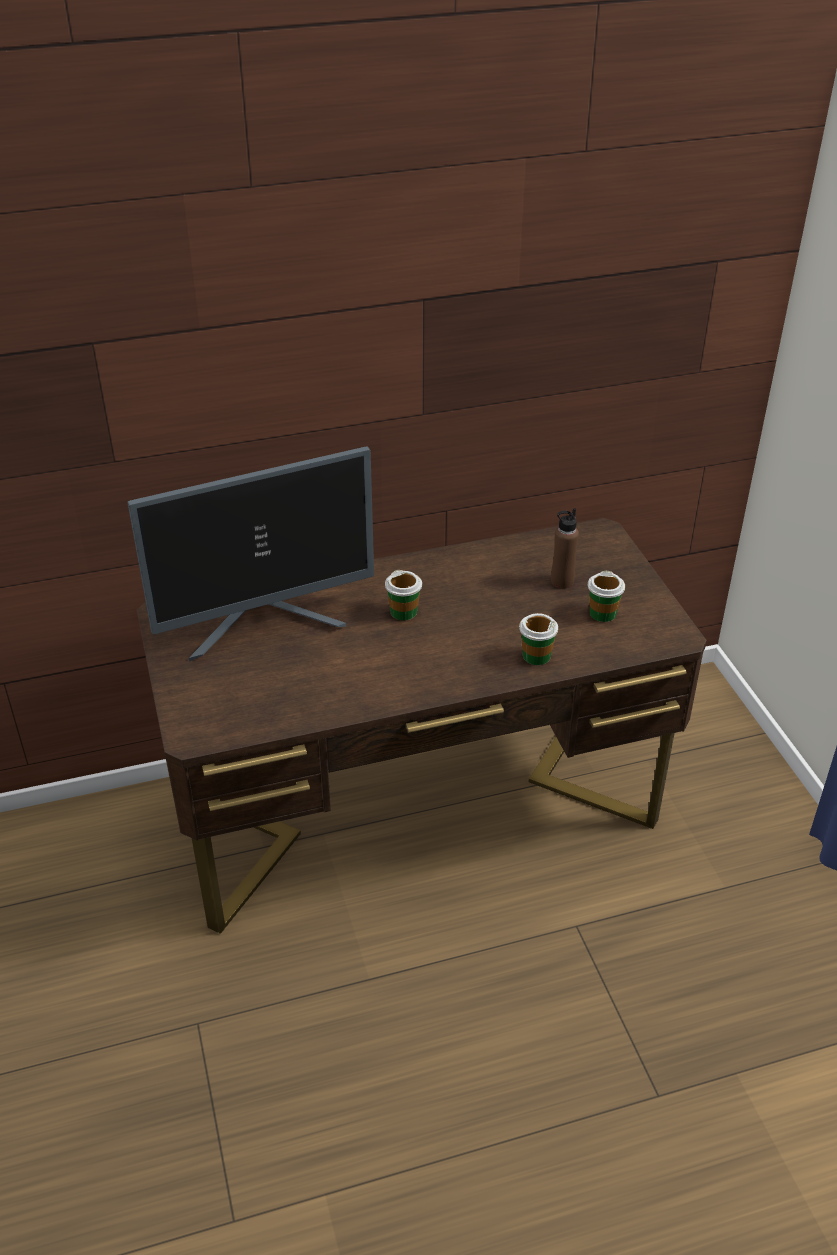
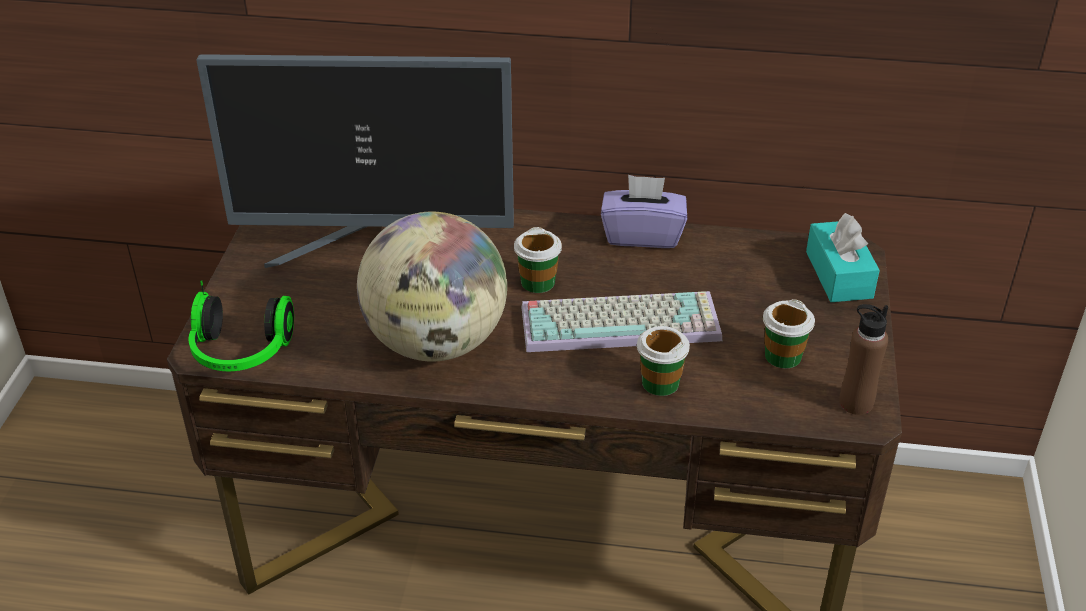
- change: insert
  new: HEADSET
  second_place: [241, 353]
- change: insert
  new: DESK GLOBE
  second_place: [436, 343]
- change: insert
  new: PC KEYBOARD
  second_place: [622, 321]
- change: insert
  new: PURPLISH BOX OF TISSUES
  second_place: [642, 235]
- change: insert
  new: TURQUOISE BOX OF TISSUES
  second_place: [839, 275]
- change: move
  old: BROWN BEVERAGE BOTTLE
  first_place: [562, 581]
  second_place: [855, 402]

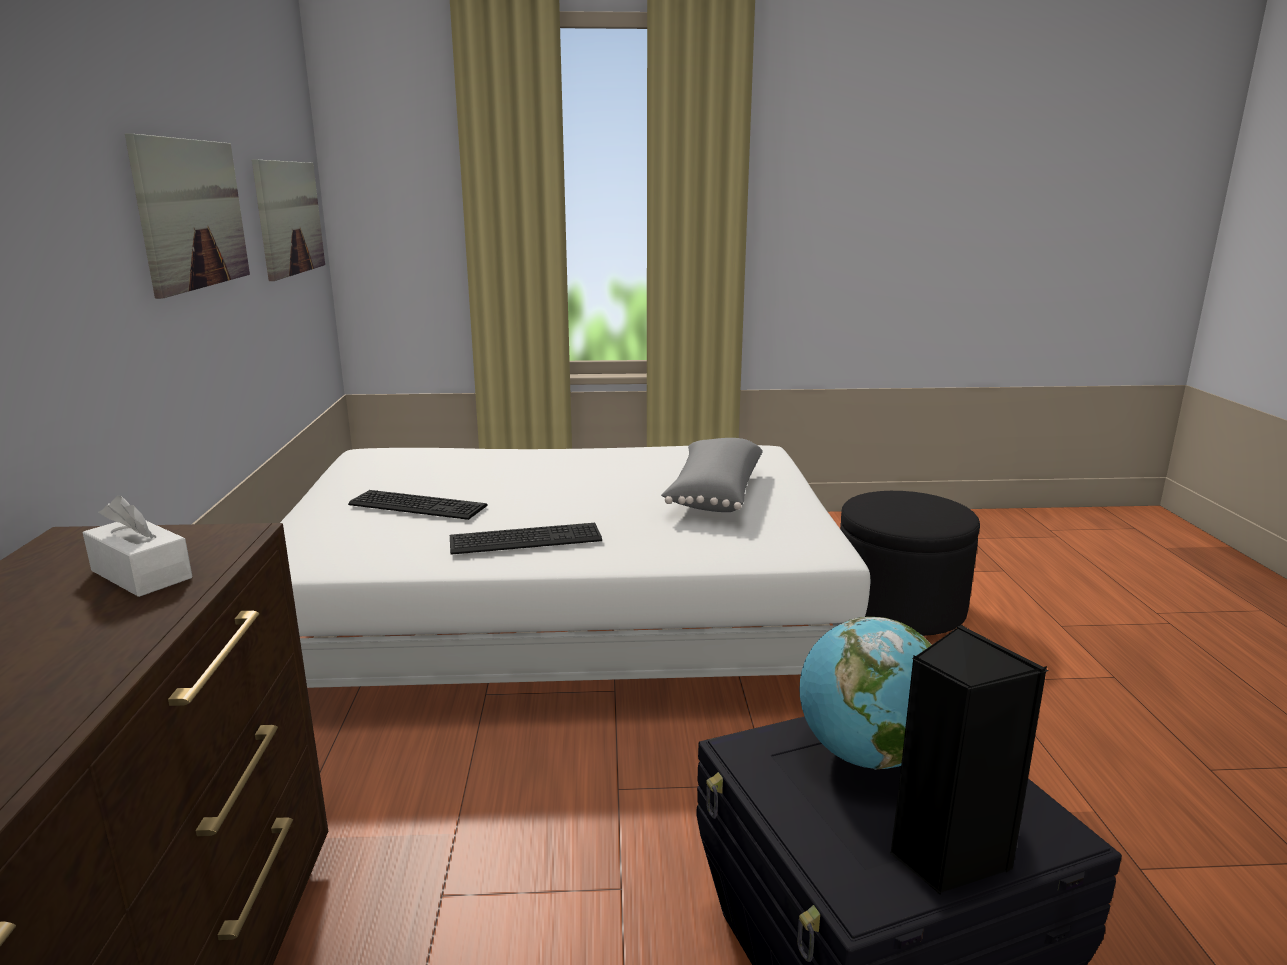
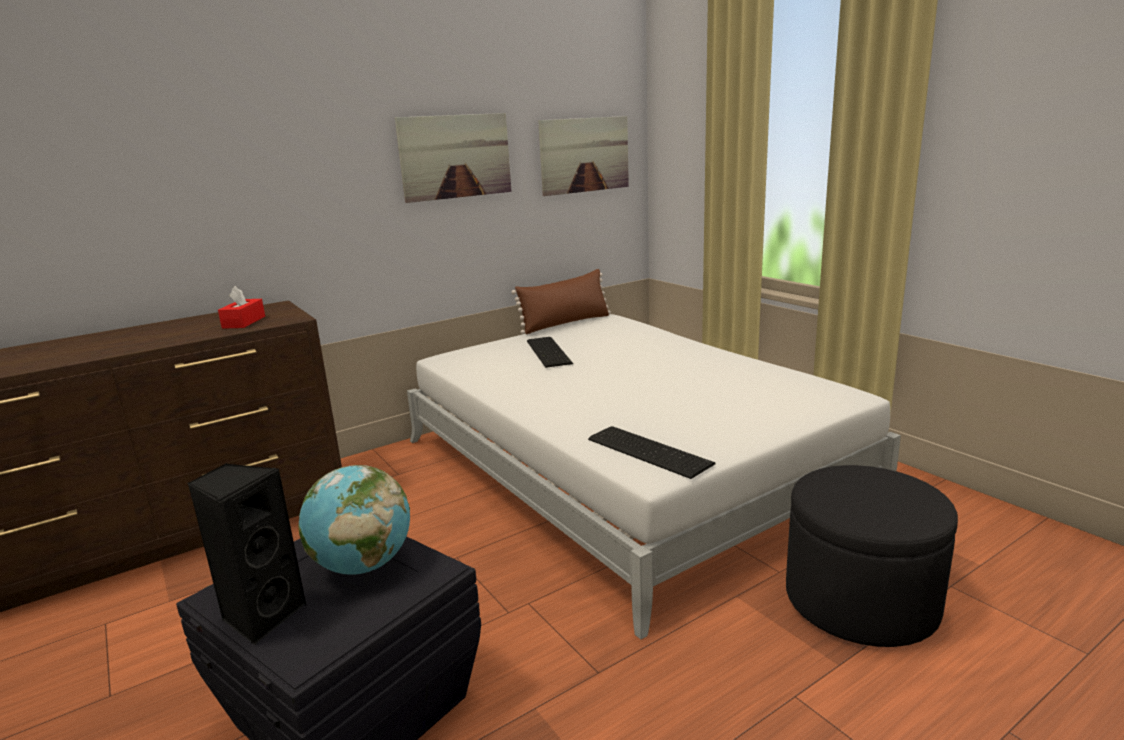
- change: delete
  old: GREYISH THROW PILLOW
  first_place: [713, 494]
- change: insert
  new: BROWN THROW PILLOW
  second_place: [565, 323]
- change: move
  old: PC KEYBOARD
  first_place: [523, 538]
  second_place: [649, 450]
- change: recolor
  old: WHITISH BOX OF TISSUES
  new: RED-COLOURED BOX OF TISSUES
  first_place: [141, 574]
  second_place: [244, 322]

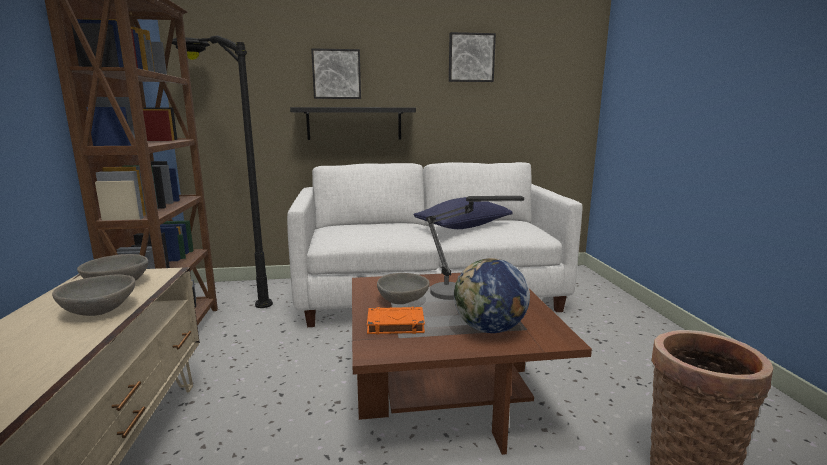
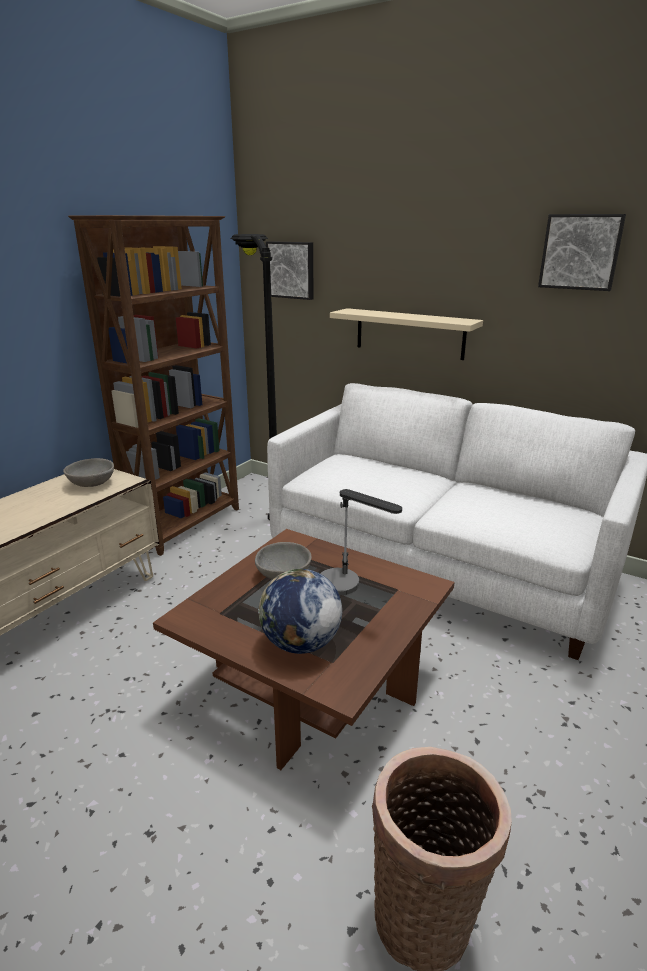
- change: delete
  old: GREYISH SERVING BOWL
  first_place: [99, 311]
- change: delete
  old: ORANGE VOLUME
  first_place: [395, 324]
- change: delete
  old: BLUE-COLOURED THROW PILLOW
  first_place: [463, 227]
- change: move
  old: WALL ART
  first_place: [336, 74]
  second_place: [291, 270]
- change: recolor
  old: BLACK WALL SHELF
  new: SAND-COLOURED WALL SHELF
  first_place: [354, 123]
  second_place: [409, 333]

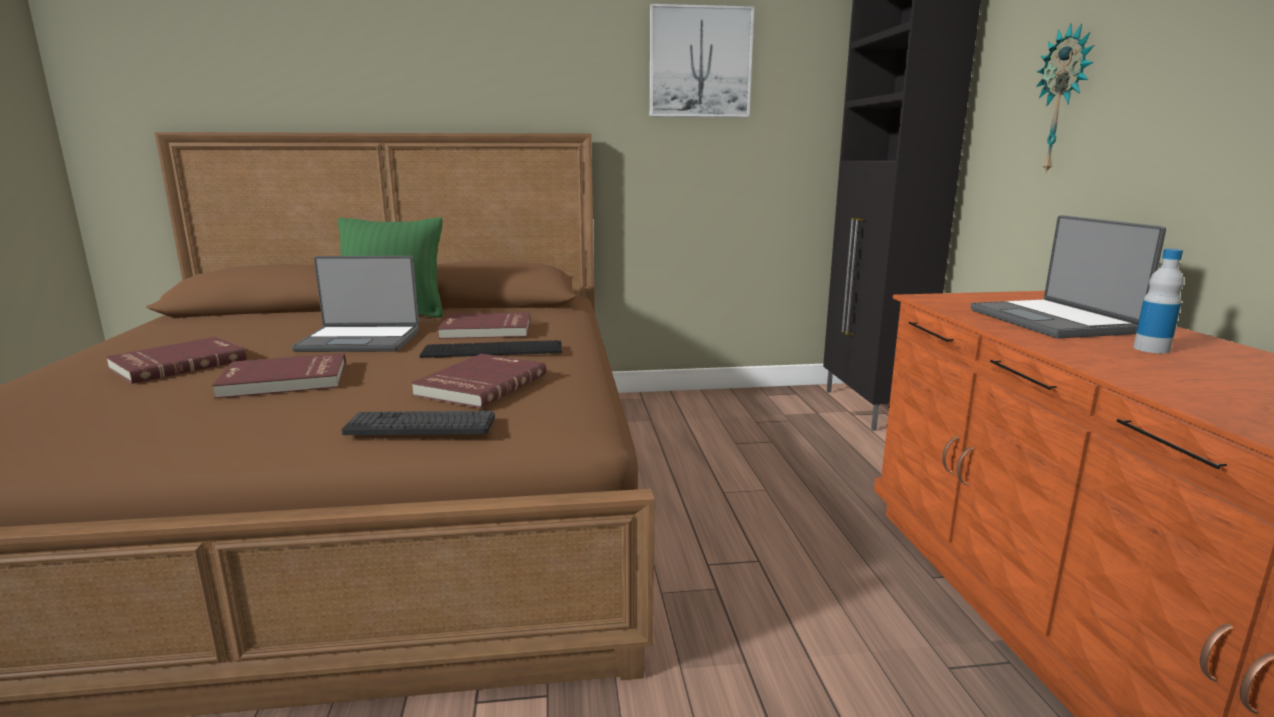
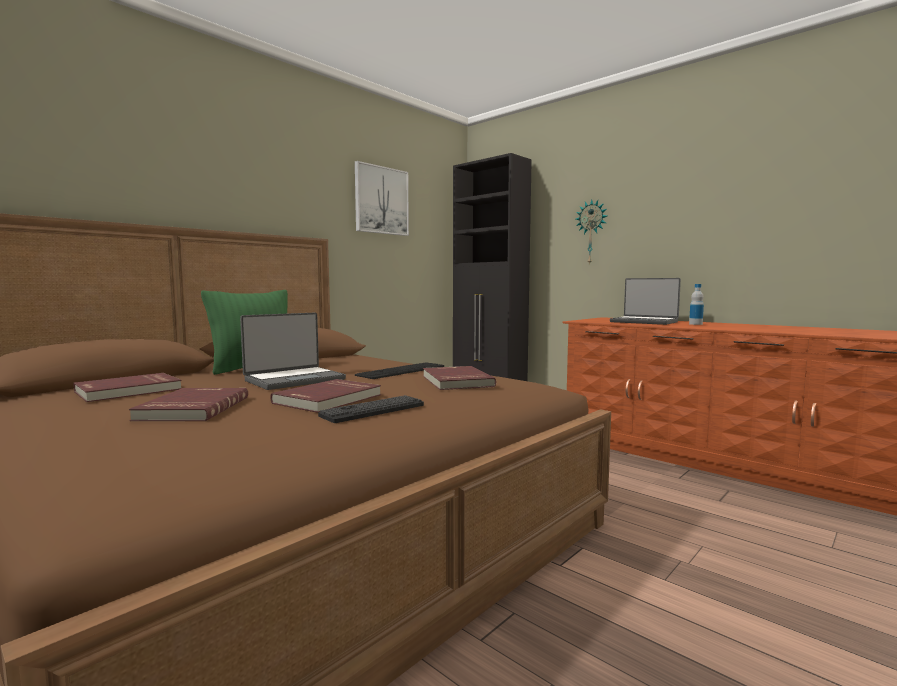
- change: move
  old: PC KEYBOARD
  first_place: [420, 425]
  second_place: [373, 410]
- change: move
  old: RED-COLOURED VOLUME
  first_place: [486, 330]
  second_place: [129, 391]

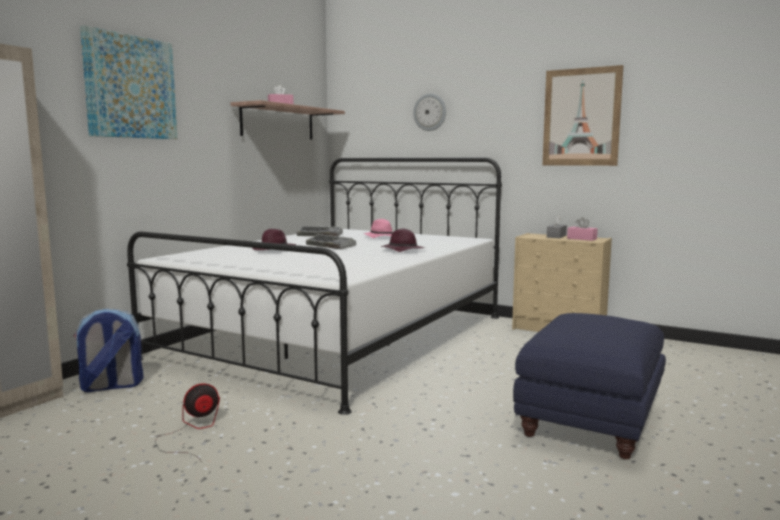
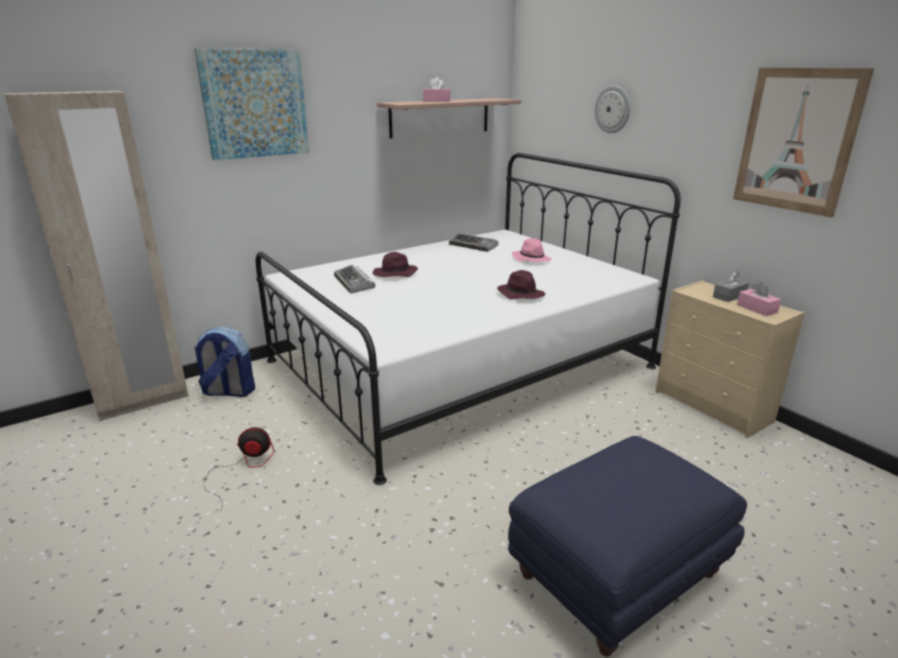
- change: move
  old: PC KEYBOARD
  first_place: [331, 246]
  second_place: [354, 283]

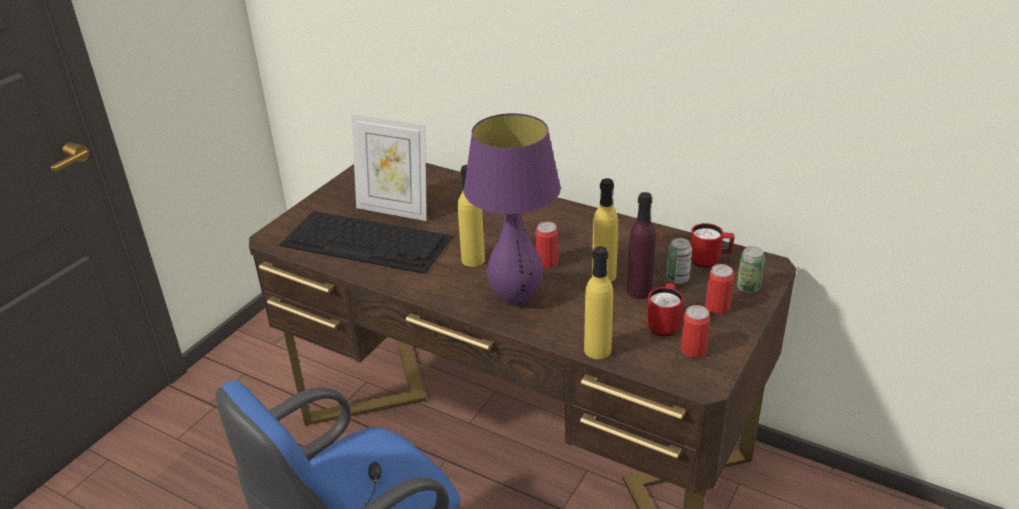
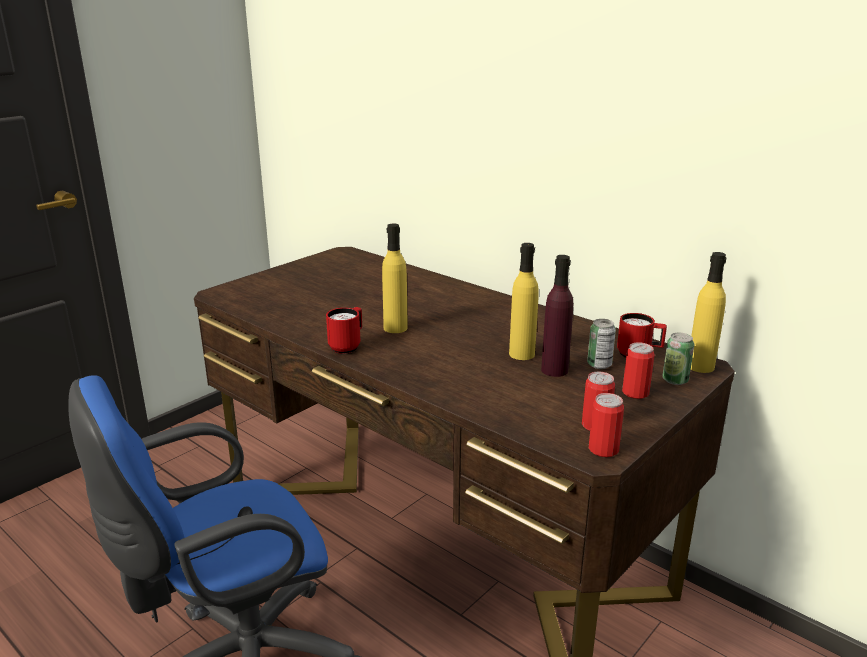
- change: delete
  old: PC KEYBOARD
  first_place: [367, 241]
- change: delete
  old: STANDING FRAME
  first_place: [394, 210]
- change: delete
  old: PURPLISH TABLETOP LAMP
  first_place: [515, 298]
- change: move
  old: CAN
  first_place: [547, 262]
  second_place: [603, 449]
- change: move
  old: YELLOW-COLOURED BEVERAGE BOTTLE
  first_place: [597, 350]
  second_place: [700, 366]
- change: move
  old: RED-COLOURED TEA MUG
  first_place: [664, 324]
  second_place: [347, 346]

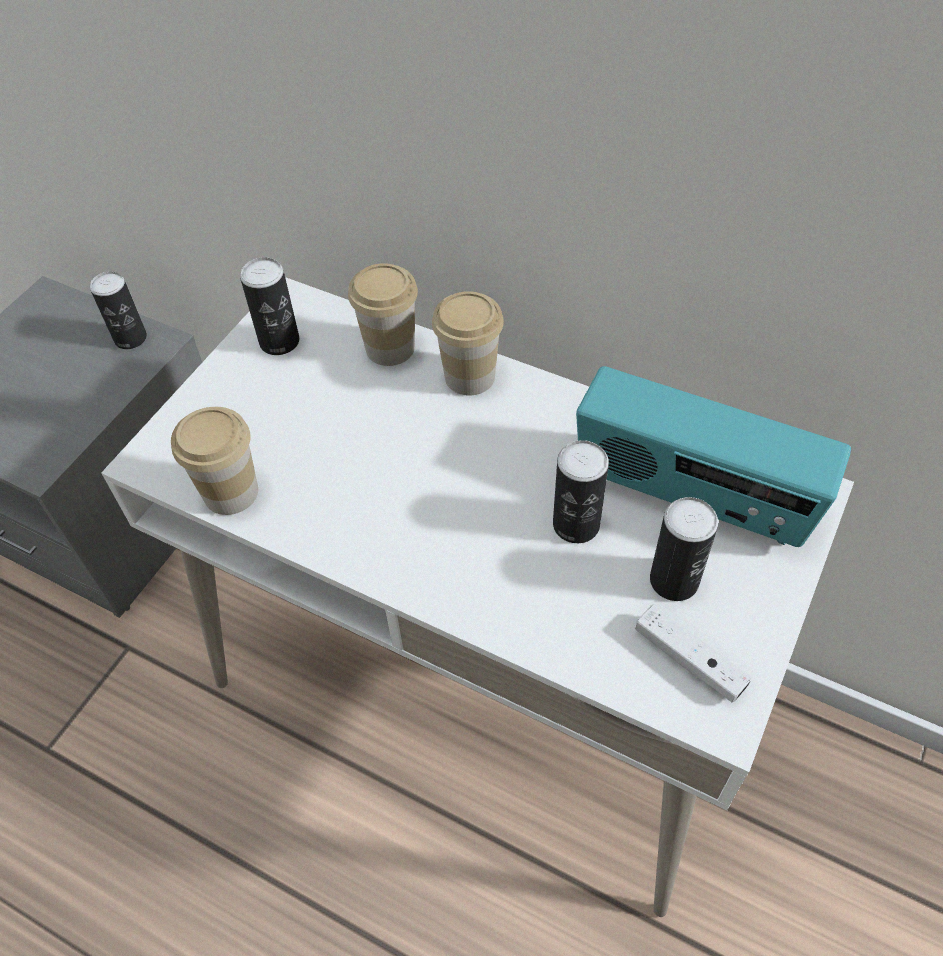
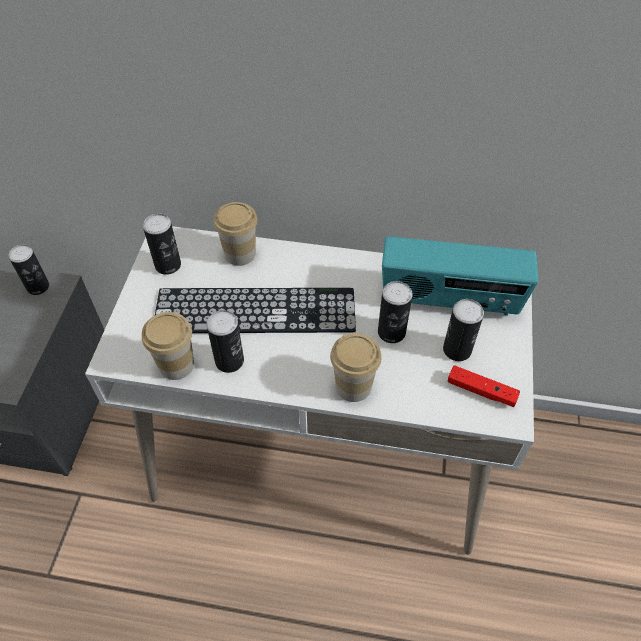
- change: insert
  new: PC KEYBOARD
  second_place: [255, 310]
- change: insert
  new: CAN
  second_place: [229, 361]
- change: move
  old: DRINKING CUP
  first_place: [469, 376]
  second_place: [353, 386]
- change: recolor
  old: WHITISH GAME CONTROLLER
  new: RED-COLOURED GAME CONTROLLER
  first_place: [689, 660]
  second_place: [481, 391]

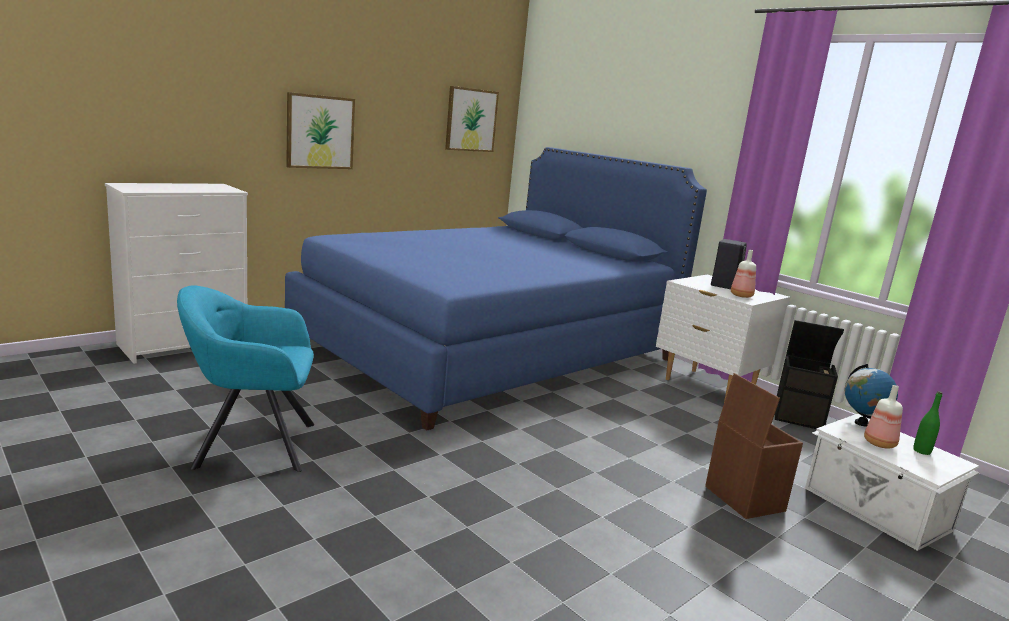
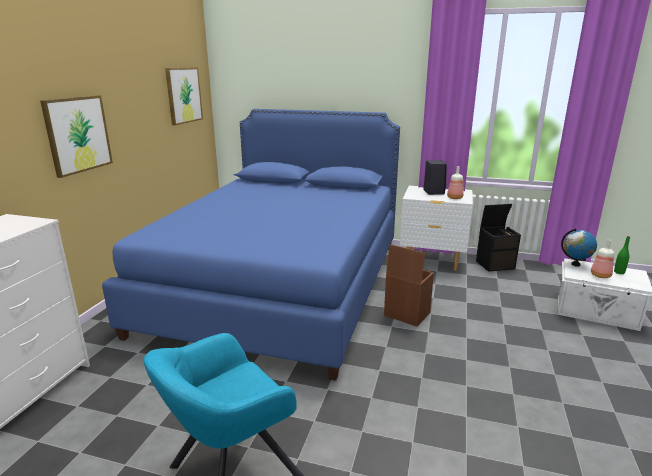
- change: move
  old: BROWN STORAGE BOX
  first_place: [742, 498]
  second_place: [406, 314]

